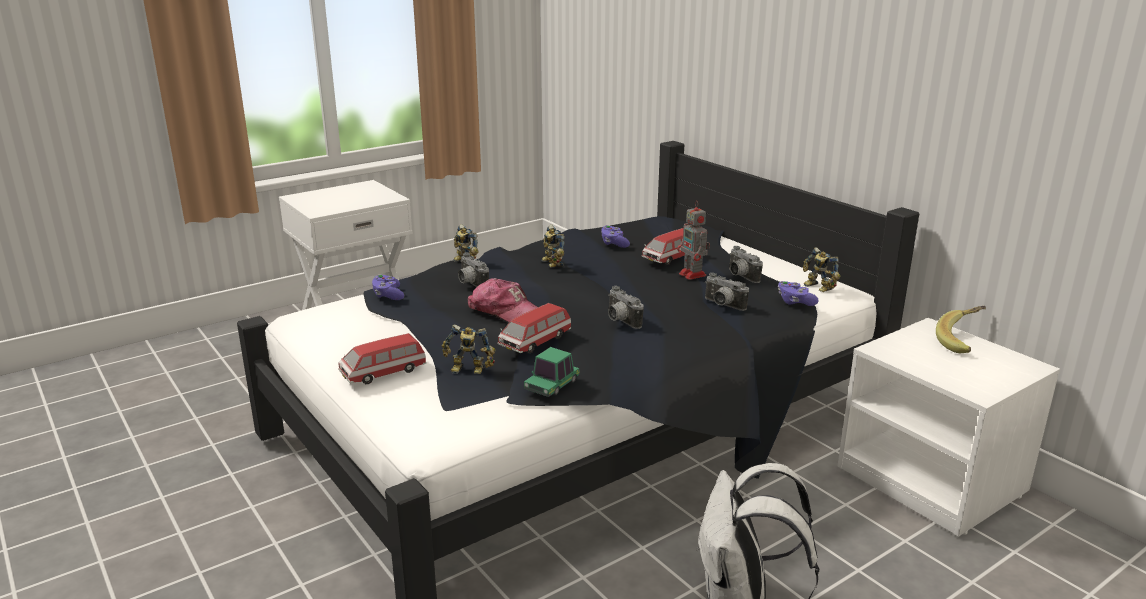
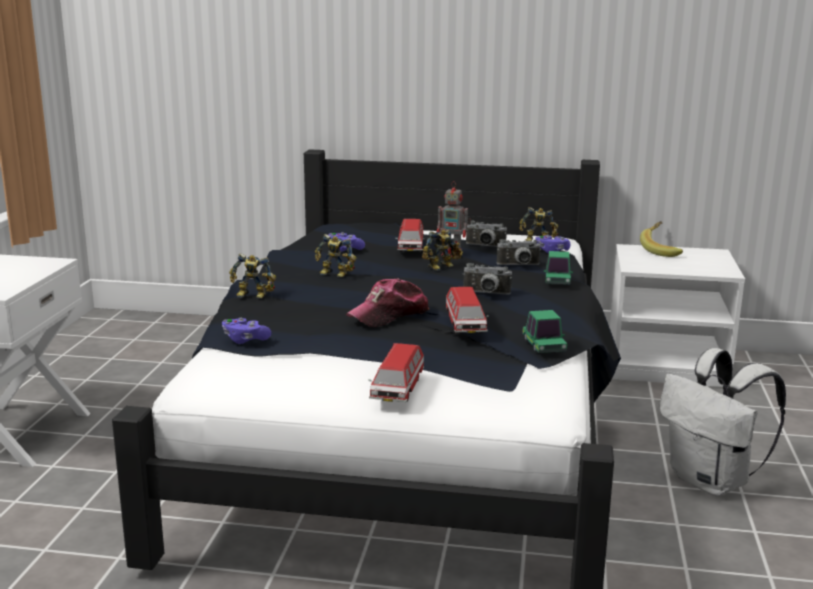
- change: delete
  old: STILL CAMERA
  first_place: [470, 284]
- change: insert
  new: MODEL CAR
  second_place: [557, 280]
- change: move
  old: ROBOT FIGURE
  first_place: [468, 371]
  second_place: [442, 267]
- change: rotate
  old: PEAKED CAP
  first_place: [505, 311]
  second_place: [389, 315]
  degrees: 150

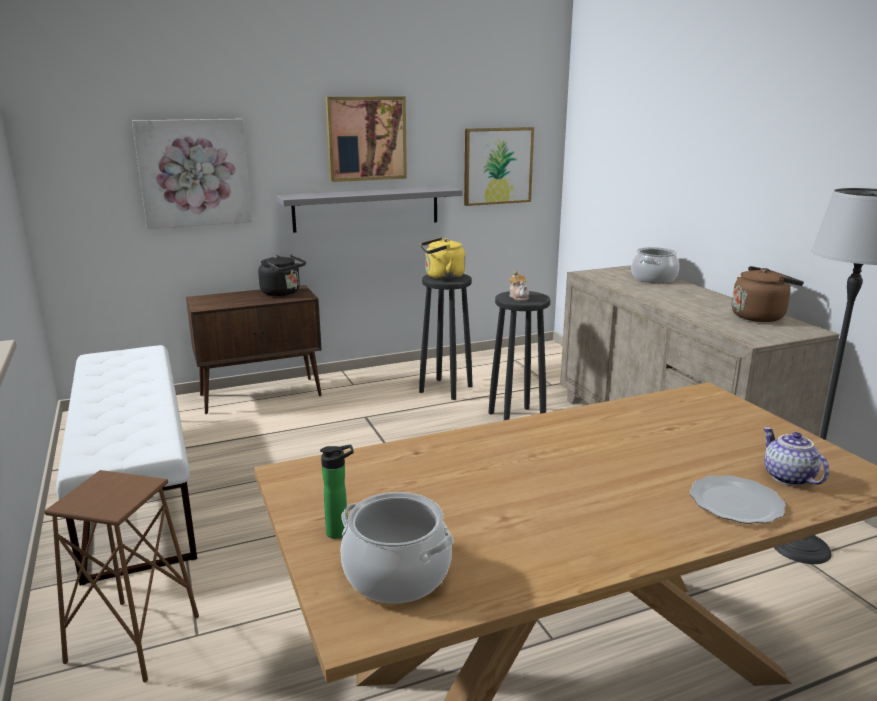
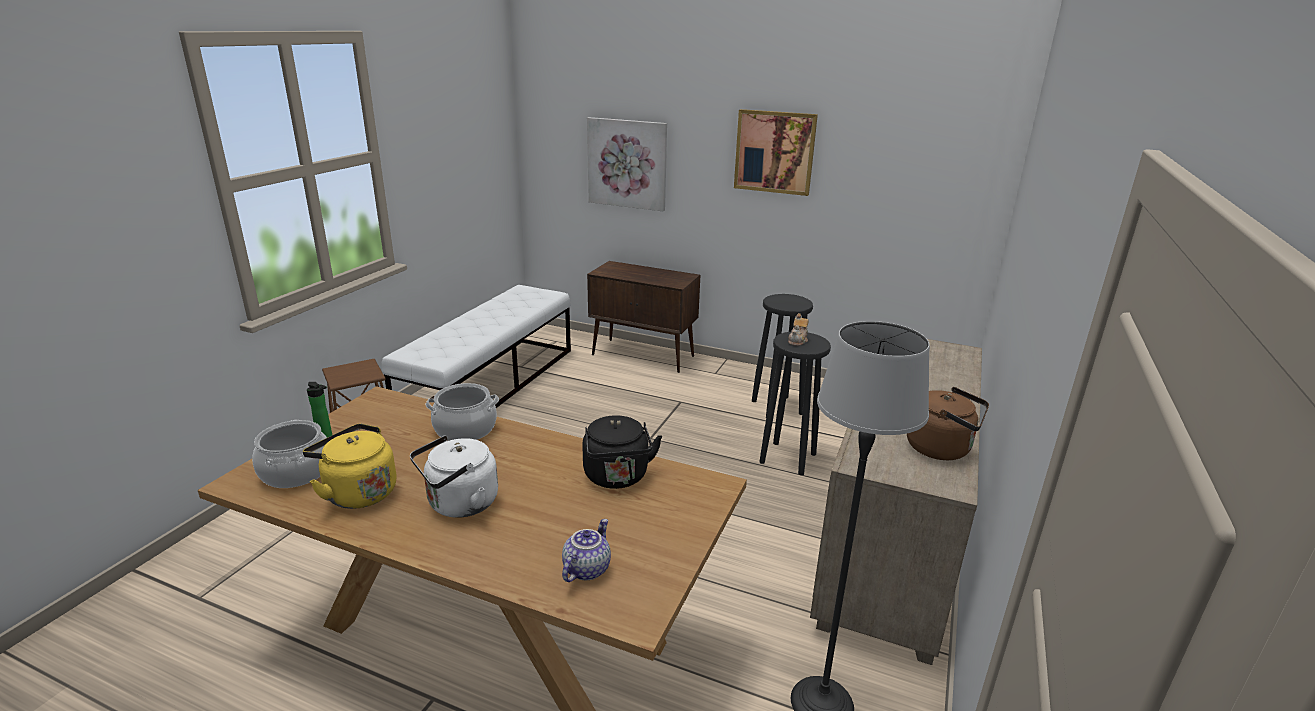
- change: delete
  old: GREYISH WALL SHELF
  first_place: [366, 208]
- change: delete
  old: WALL ART
  first_place: [498, 166]
- change: delete
  old: PLATE
  first_place: [735, 502]
- change: insert
  new: WHITISH TEA KETTLE
  second_place: [459, 504]
- change: move
  old: BLACK TEA KETTLE
  first_place: [283, 293]
  second_place: [617, 478]
- change: move
  old: YELLOW-COLOURED TEA KETTLE
  first_place: [442, 277]
  second_place: [358, 492]
- change: move
  old: SAUCEPOT
  first_place: [654, 278]
  second_place: [465, 429]

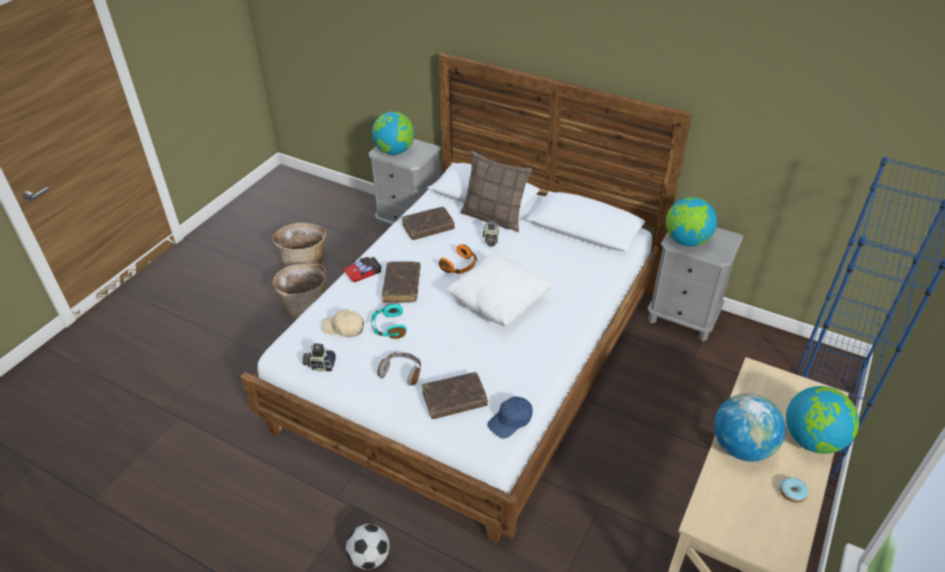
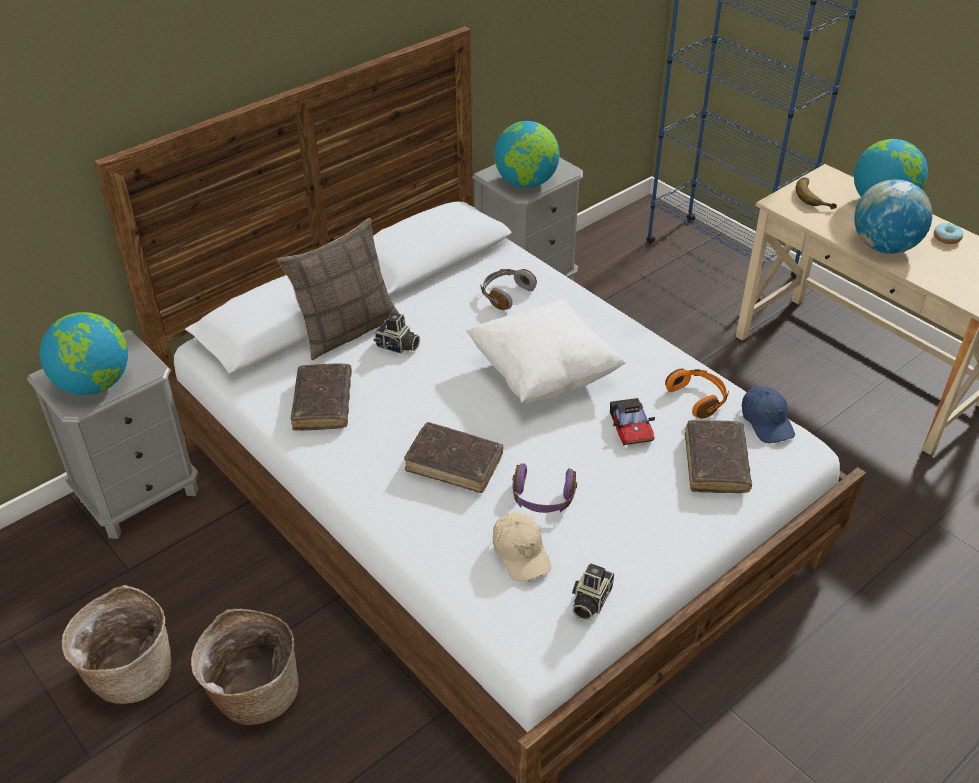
- change: delete
  old: FOOTBALL
  first_place: [369, 557]
- change: insert
  new: BANANA FRUIT
  second_place: [816, 196]
- change: move
  old: MODEL CAR
  first_place: [363, 272]
  second_place: [631, 427]
- change: move
  old: GREYISH HEADSET
  first_place: [402, 372]
  second_place: [505, 294]
- change: move
  old: ORANGE HEADSET
  first_place: [460, 266]
  second_place: [698, 398]
- change: recolor
  old: TURQUOISE HEADSET
  new: PURPLISH HEADSET
  first_place: [388, 327]
  second_place: [543, 498]
- change: rotate
  old: SAND-COLOURED PEAKED CAP
  first_place: [344, 328]
  second_place: [521, 552]
  degrees: -60

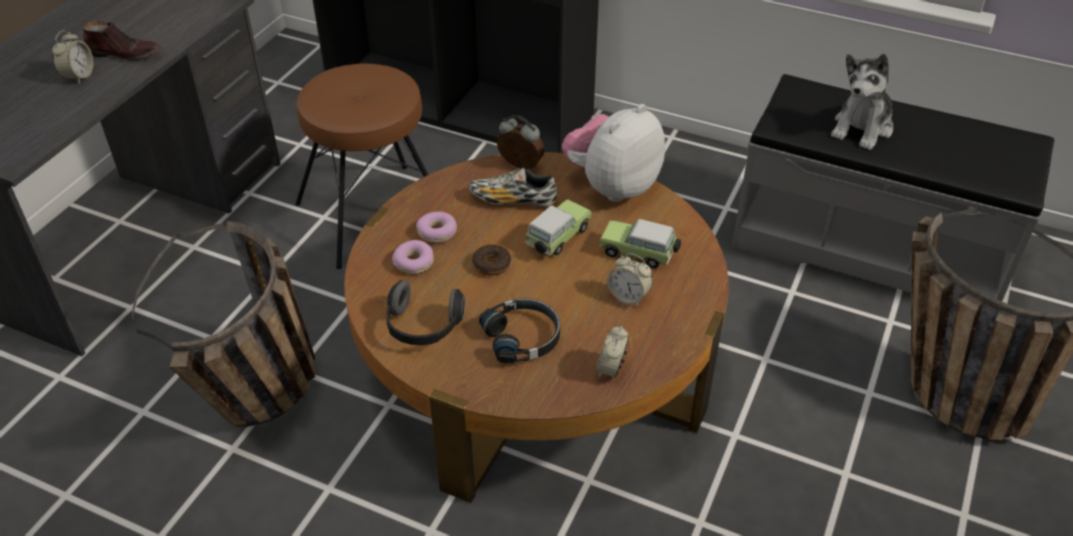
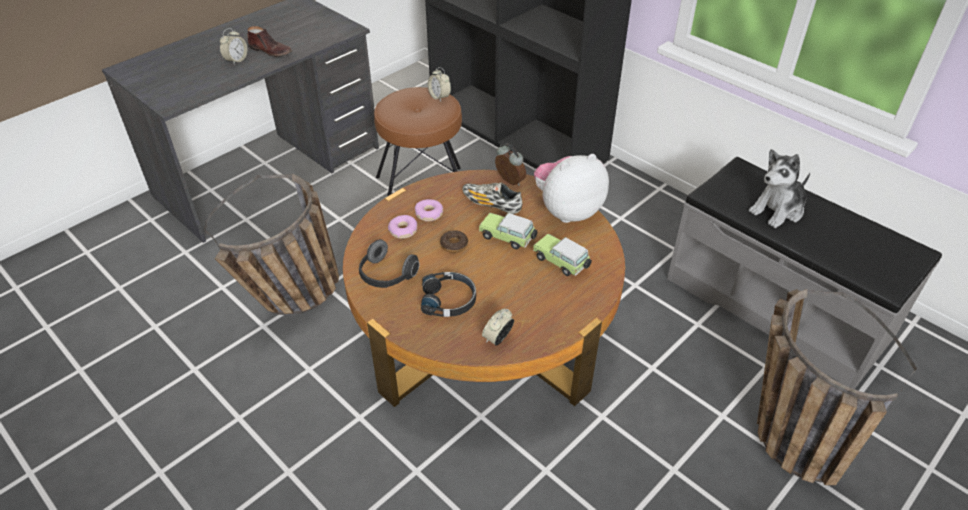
- change: move
  old: TABLE CLOCK
  first_place: [628, 297]
  second_place: [439, 97]
- change: rotate
  old: MODEL CAR
  first_place: [557, 239]
  second_place: [508, 238]
  degrees: -120

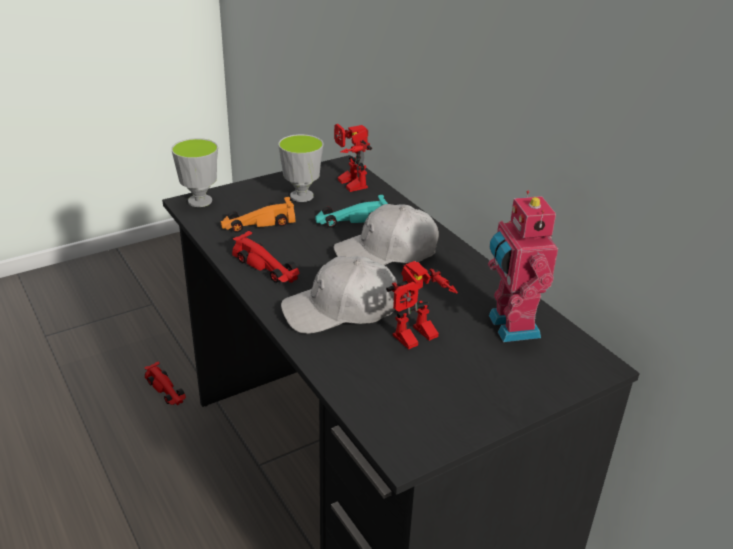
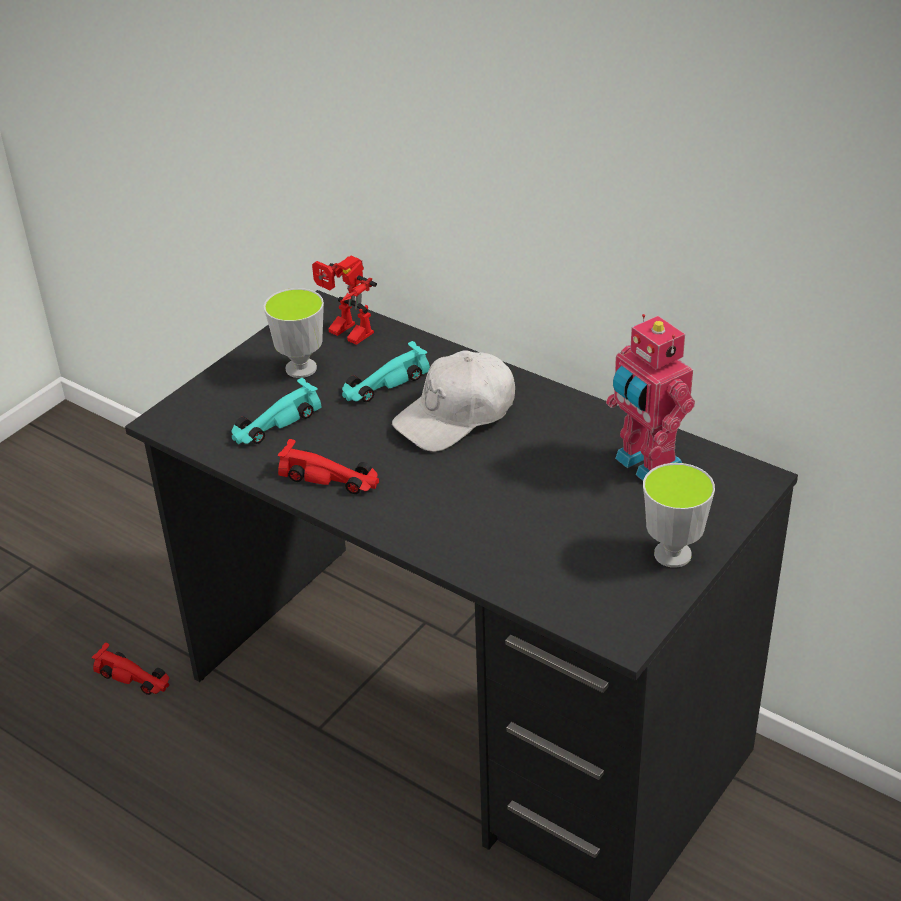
- change: delete
  old: WHITISH PEAKED CAP
  first_place: [341, 310]
- change: delete
  old: ROBOT FIGURE
  first_place: [416, 340]
- change: move
  old: DRINKING CUP
  first_place: [200, 201]
  second_place: [672, 554]
- change: recolor
  old: ORANGE MODEL CAR
  new: TURQUOISE MODEL CAR
  first_place: [257, 223]
  second_place: [275, 423]

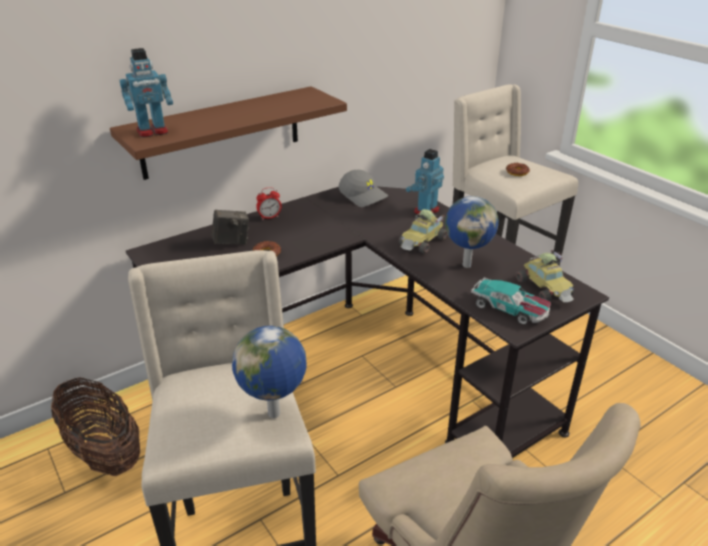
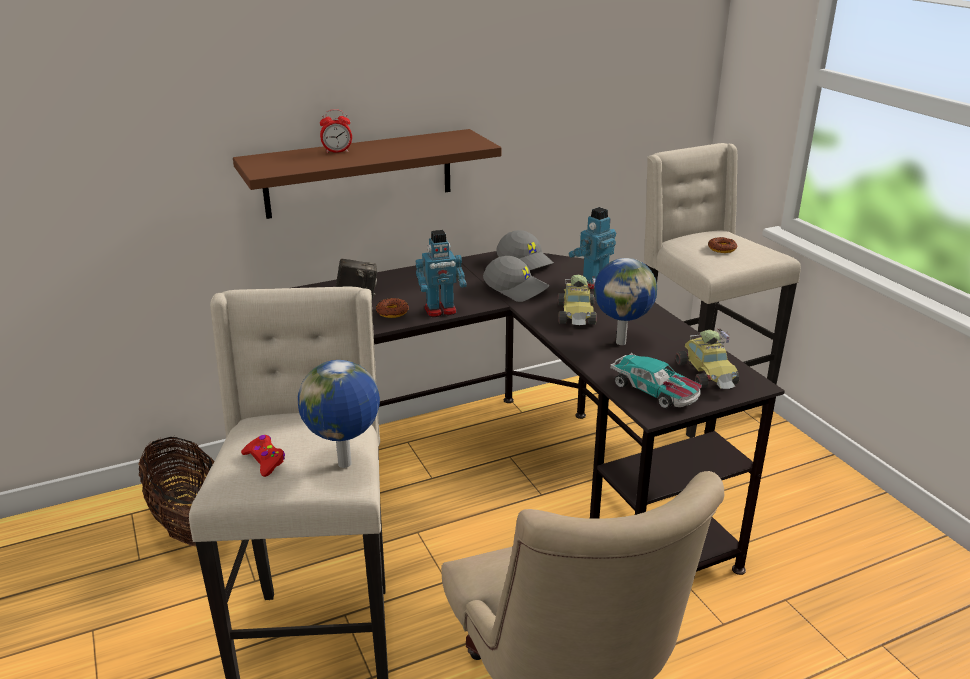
- change: insert
  new: RED-COLOURED GAME CONTROLLER
  second_place: [265, 460]
- change: insert
  new: GREYISH PEAKED CAP
  second_place: [516, 288]
- change: move
  old: ROBOT FIGURE
  first_place: [152, 132]
  second_place: [440, 311]
- change: move
  old: TABLE CLOCK
  first_place: [269, 217]
  second_place: [337, 152]
- change: rotate
  old: MODEL CAR
  first_place: [423, 242]
  second_place: [577, 315]
  degrees: -45

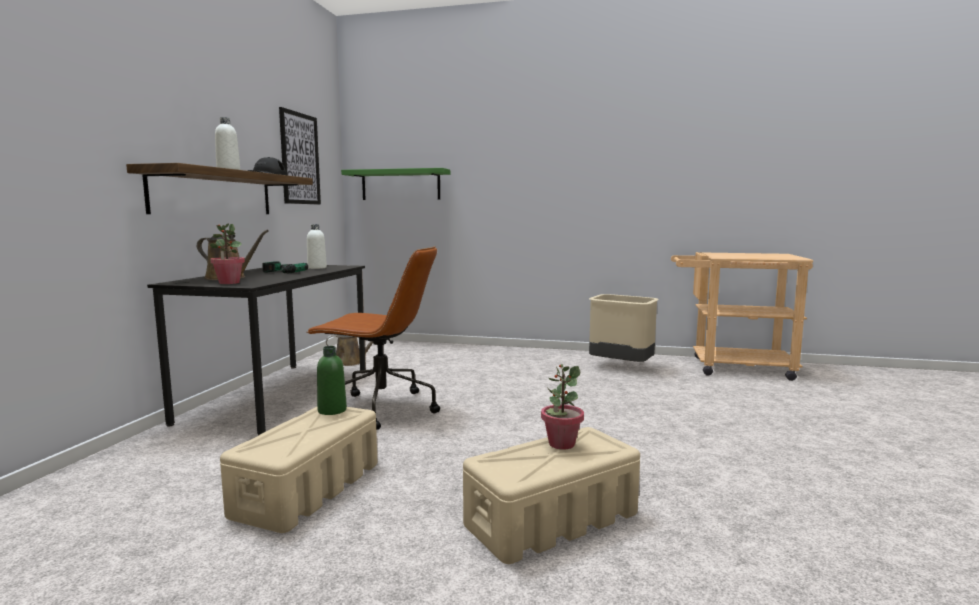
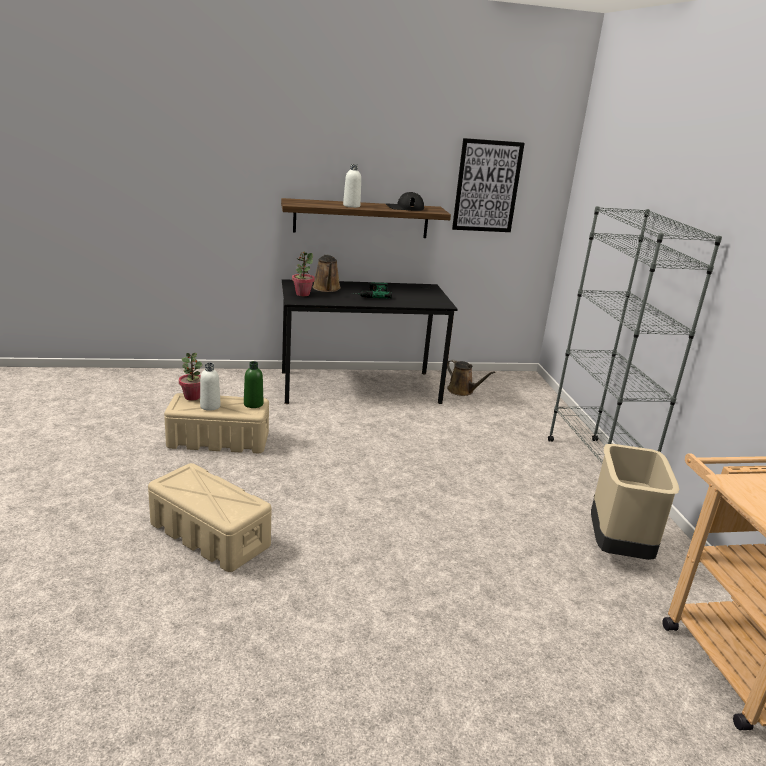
- change: delete
  old: BROWN DESK CHAIR
  first_place: [380, 409]
- change: delete
  old: GREEN-COLOURED WALL SHELF
  first_place: [400, 185]
- change: insert
  new: GREYISH BOOKCASE
  second_place: [595, 467]
- change: move
  old: WHITISH BEVERAGE BOTTLE
  first_place: [317, 268]
  second_place: [210, 406]
- change: move
  old: POTTED PLANT
  first_place: [561, 444]
  second_place: [192, 397]

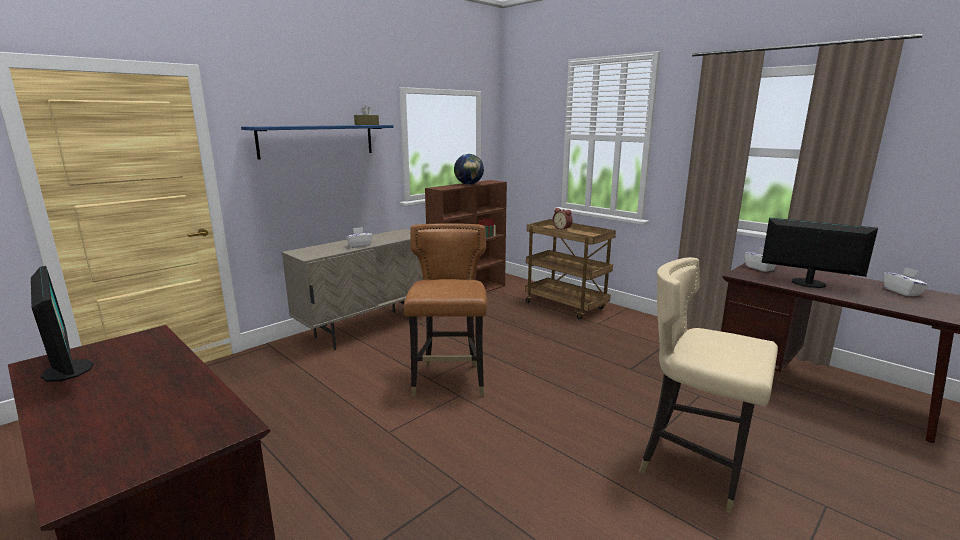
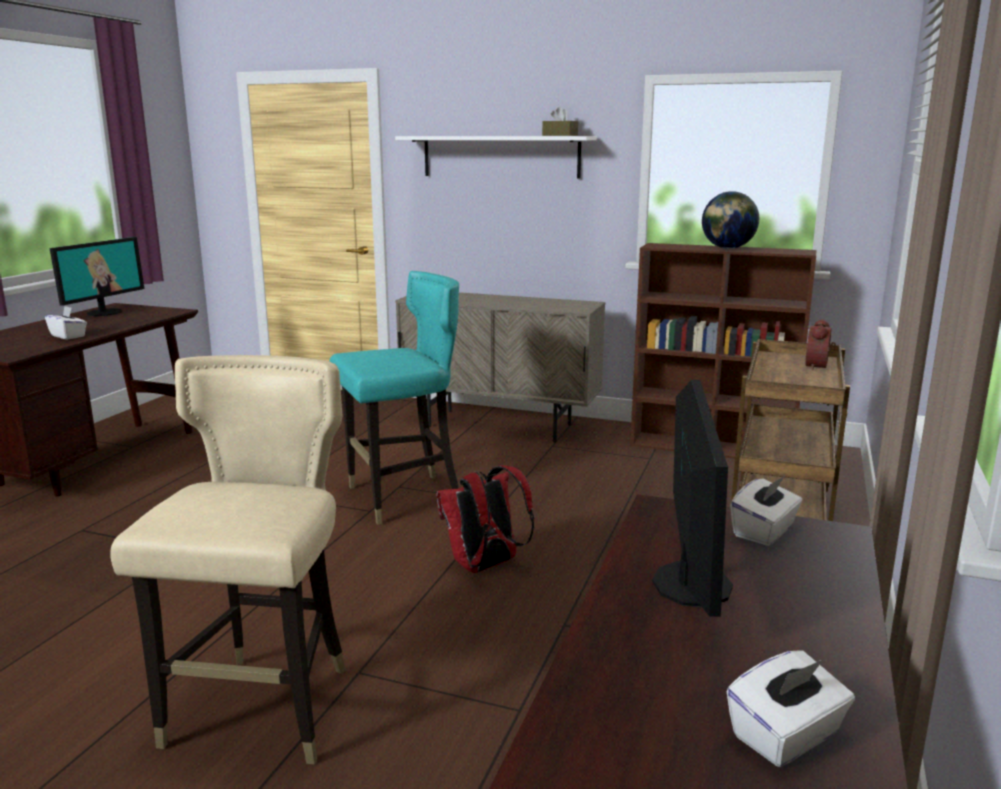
- change: insert
  new: RED-COLOURED BACKPACK
  second_place: [485, 566]
- change: move
  old: WHITISH BOX OF TISSUES
  first_place: [359, 245]
  second_place: [68, 336]
- change: recolor
  old: BLUE-COLOURED WALL SHELF
  new: WHITISH WALL SHELF
  first_place: [317, 140]
  second_place: [500, 156]
- change: recolor
  old: BROWN CHAIR
  new: TURQUOISE CHAIR
  first_place: [450, 381]
  second_place: [402, 498]

